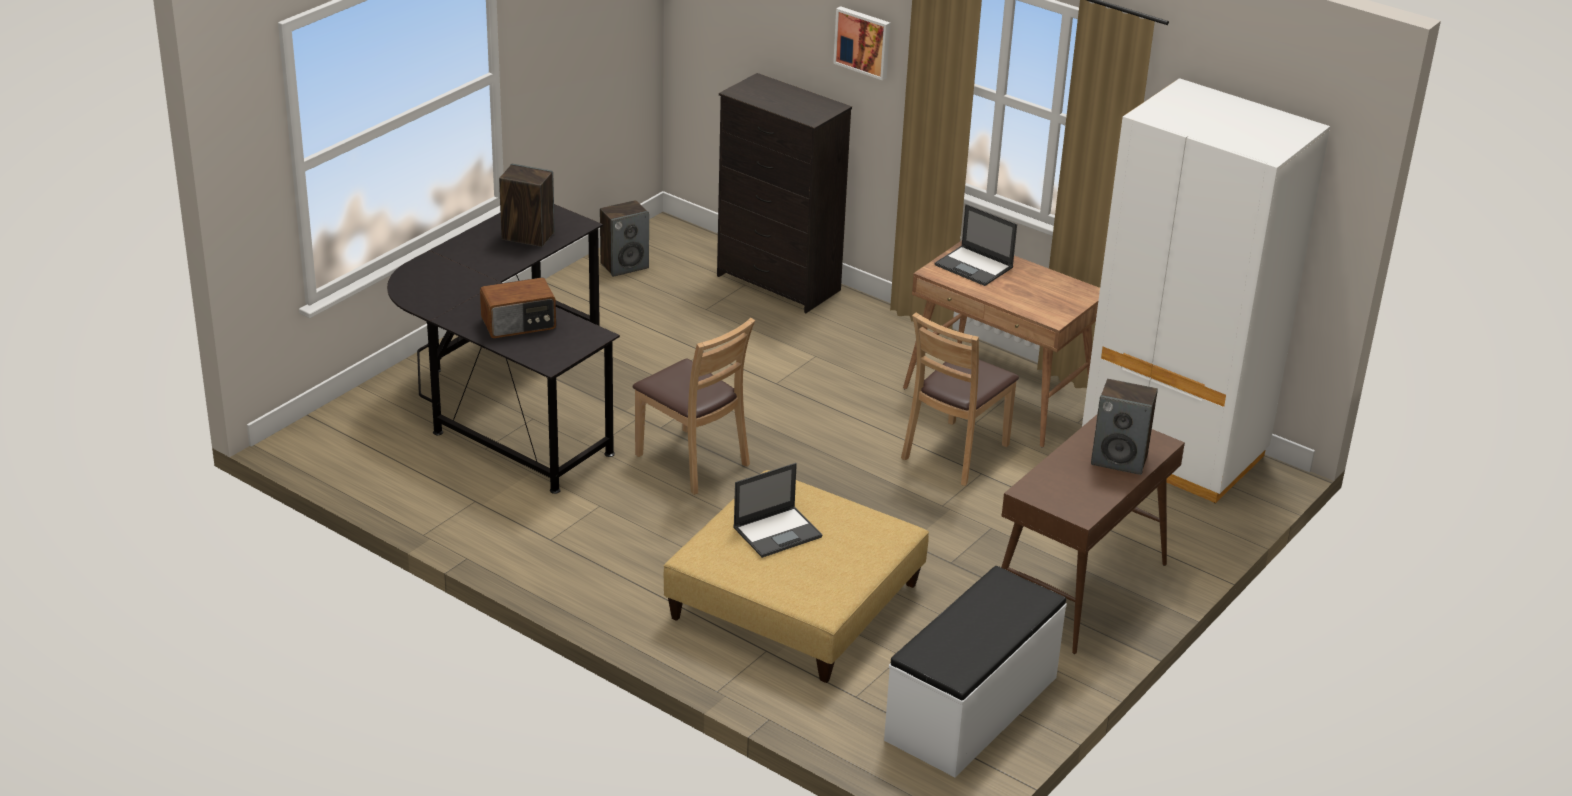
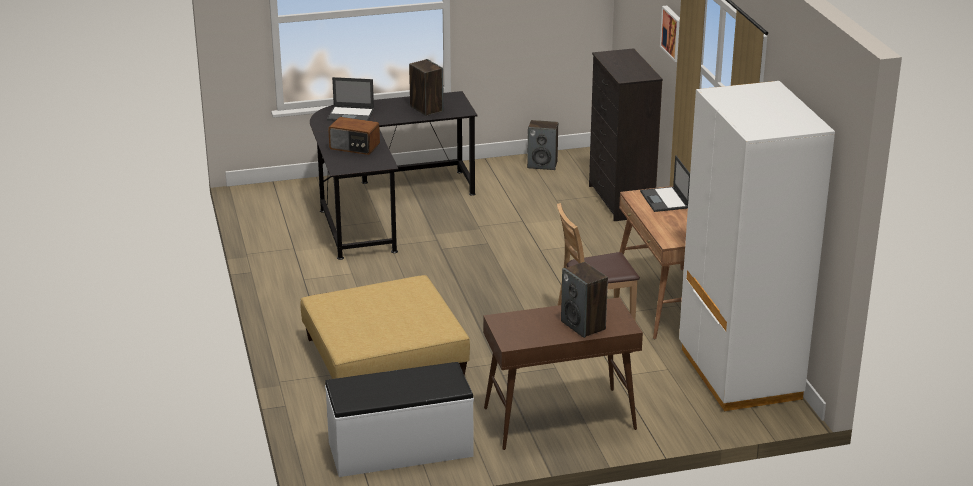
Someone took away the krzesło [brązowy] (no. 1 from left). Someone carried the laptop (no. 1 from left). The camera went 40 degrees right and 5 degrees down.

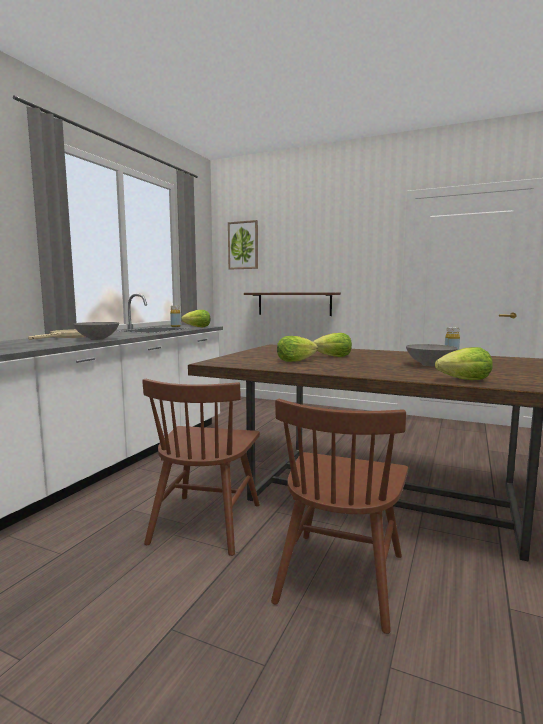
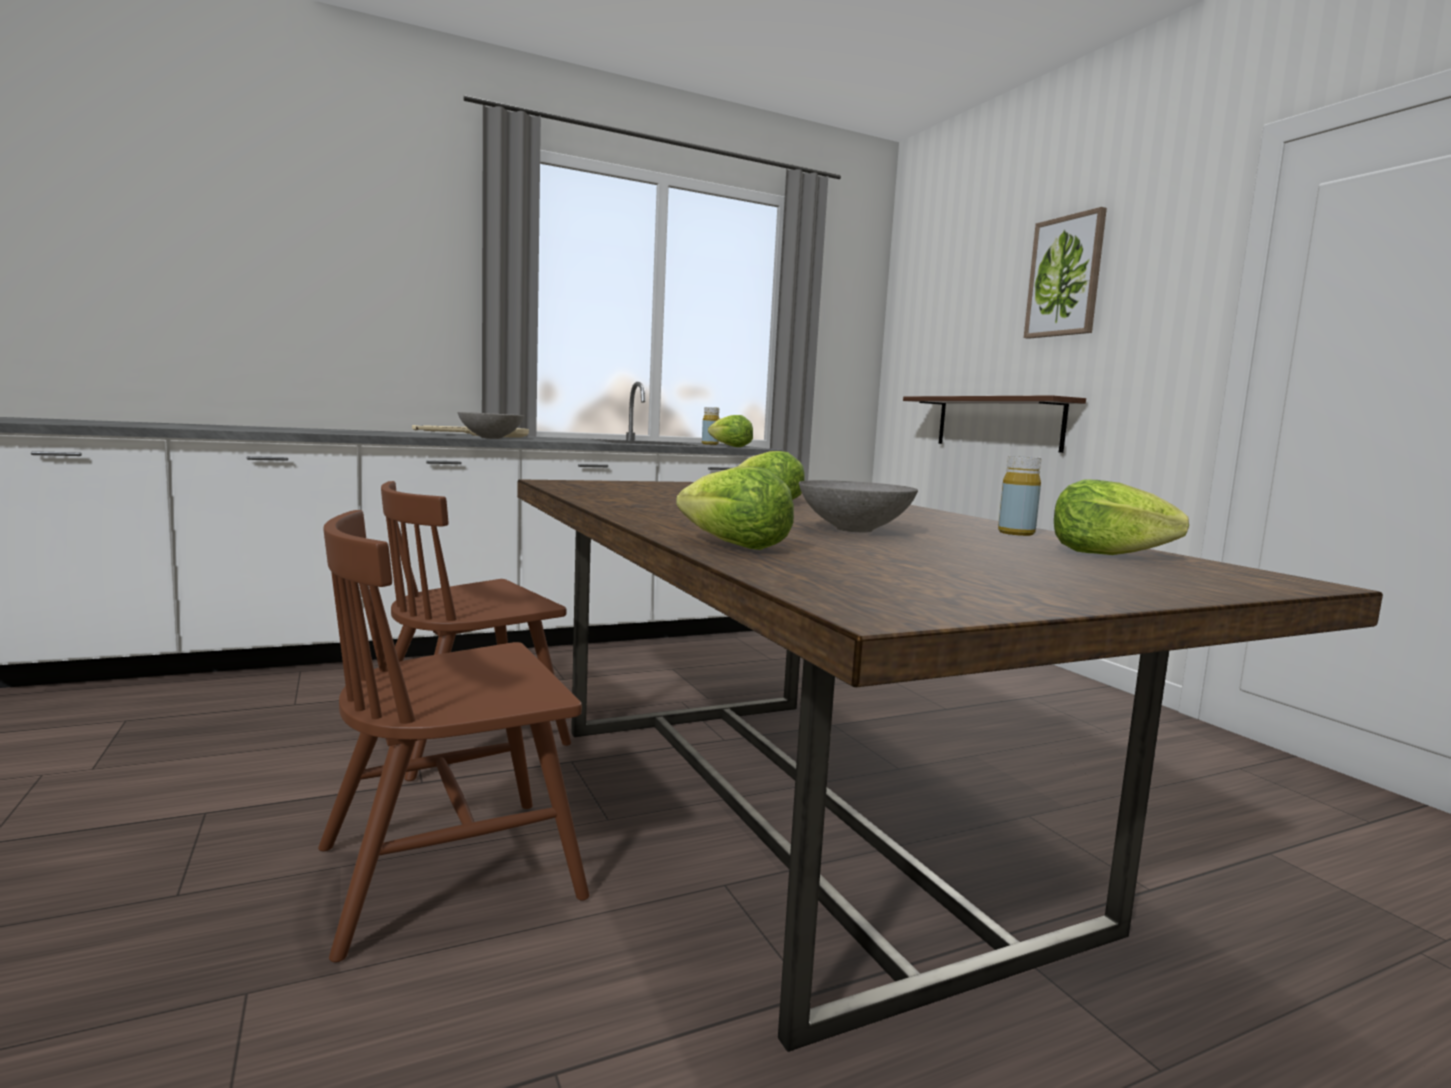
Someone carried the obraz. Someone carried the sałata (no. 2 from left in the first image). The camera went 40 degrees right and 0 degrees up.

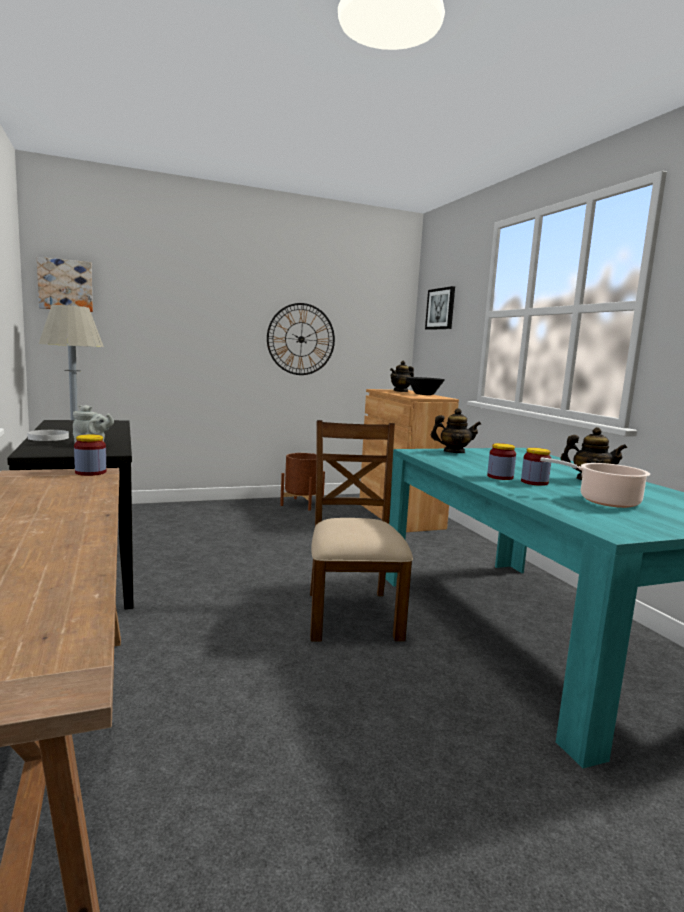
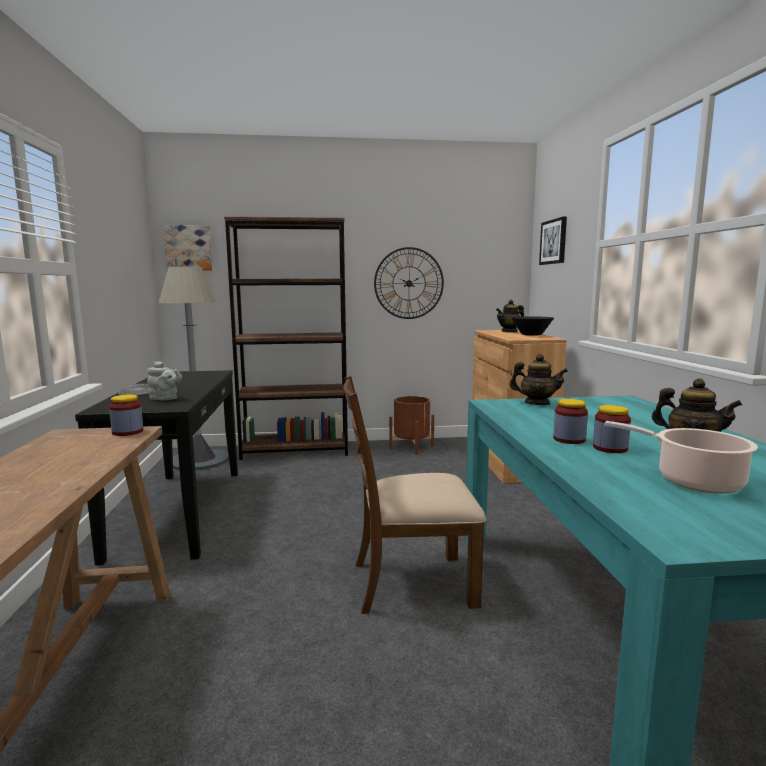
Someone rotated the krzesło [brązowy] by 105 degrees counterclockwise. Someone put down the regał [brązowy]. The camera went 15 degrees right and 0 degrees up.

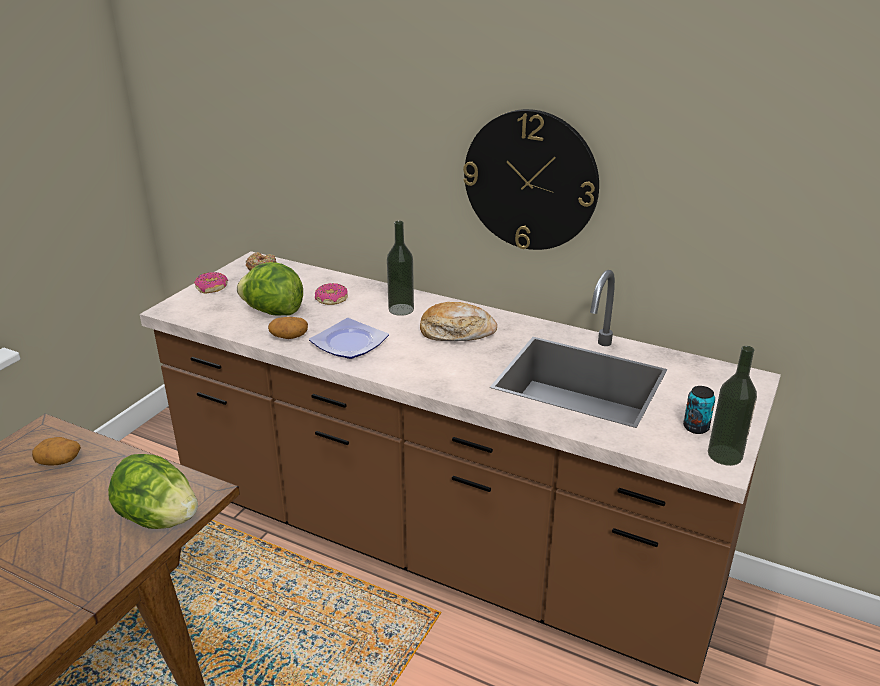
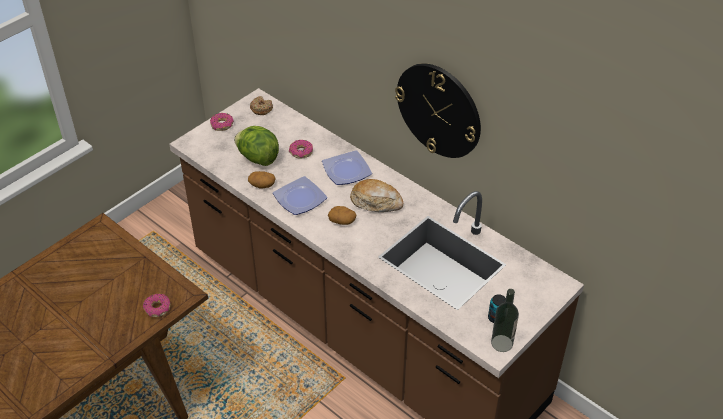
Someone carried the ziemniak (no. 1 from left in the first image). Someone swapped the sałata (no. 1 from left) for the donut (no. 1 from left). Someone swapped the butelka (no. 1 from left) for the talerz (no. 2 from left). The camera went 15 degrees right and 15 degrees up.

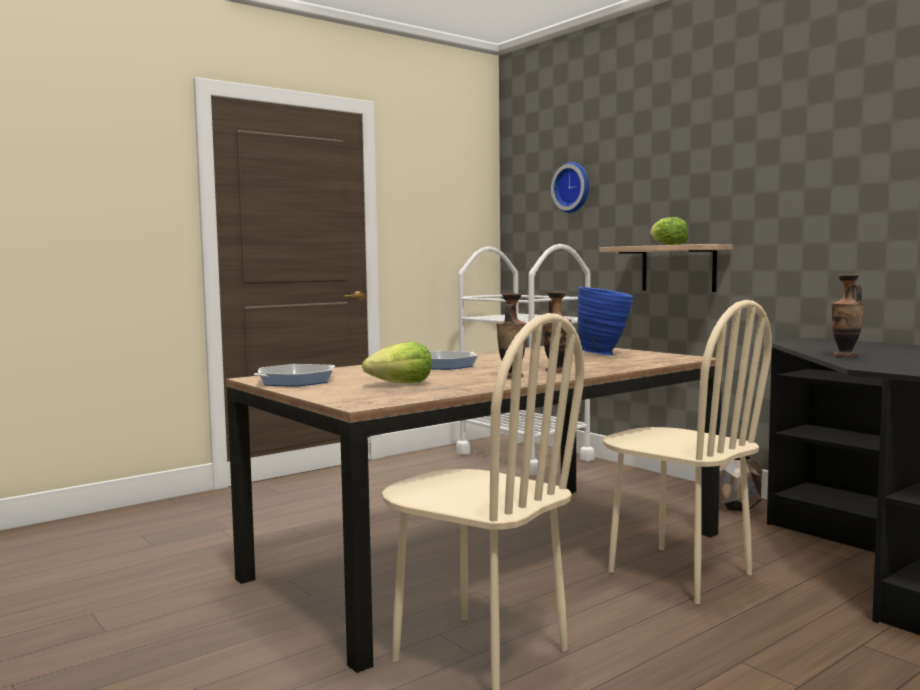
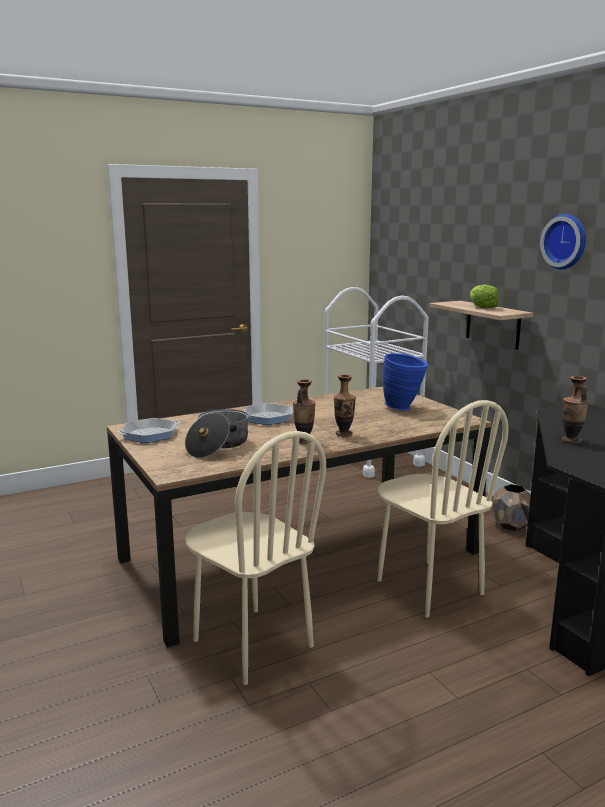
Someone swapped the sałata (no. 1 from left) for the garnek. Someone carried the zegar ścienny. The camera went 10 degrees right and 10 degrees up.

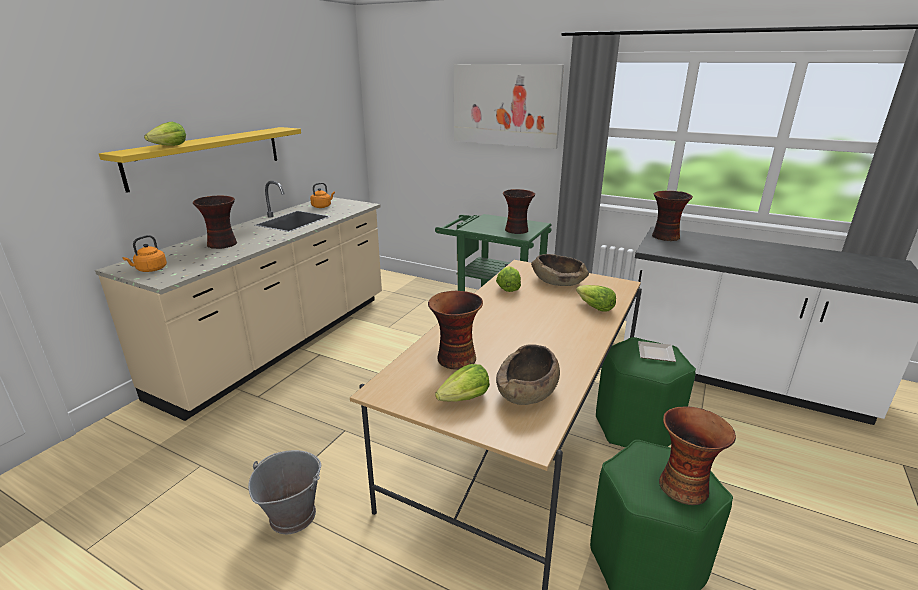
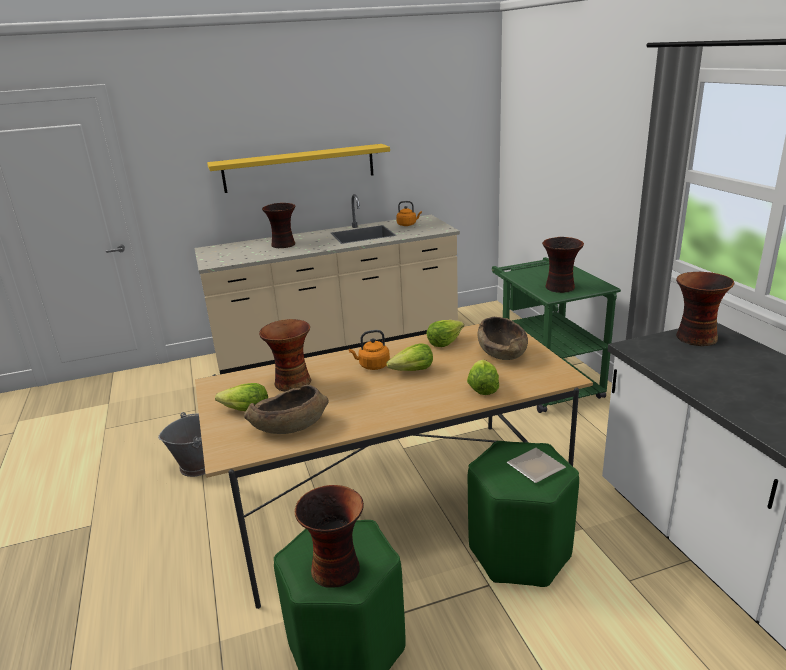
Someone carried the czajnik [pomarańczowy] (no. 1 from left). Someone carried the sałata (no. 1 from left in the first image). Someone took away the obraz. The camera went 45 degrees right and 0 degrees up.

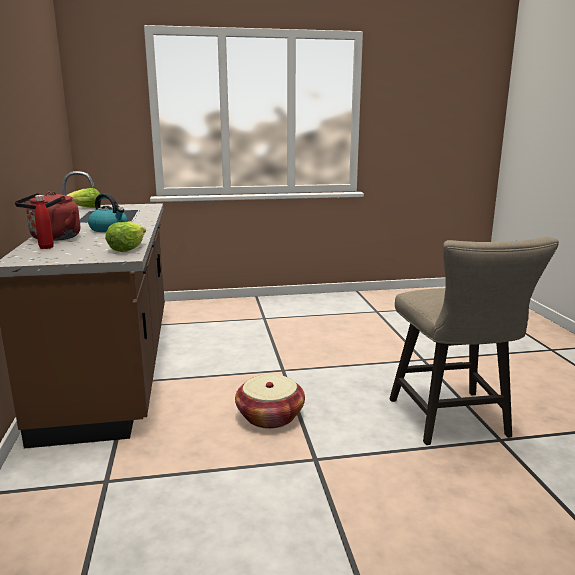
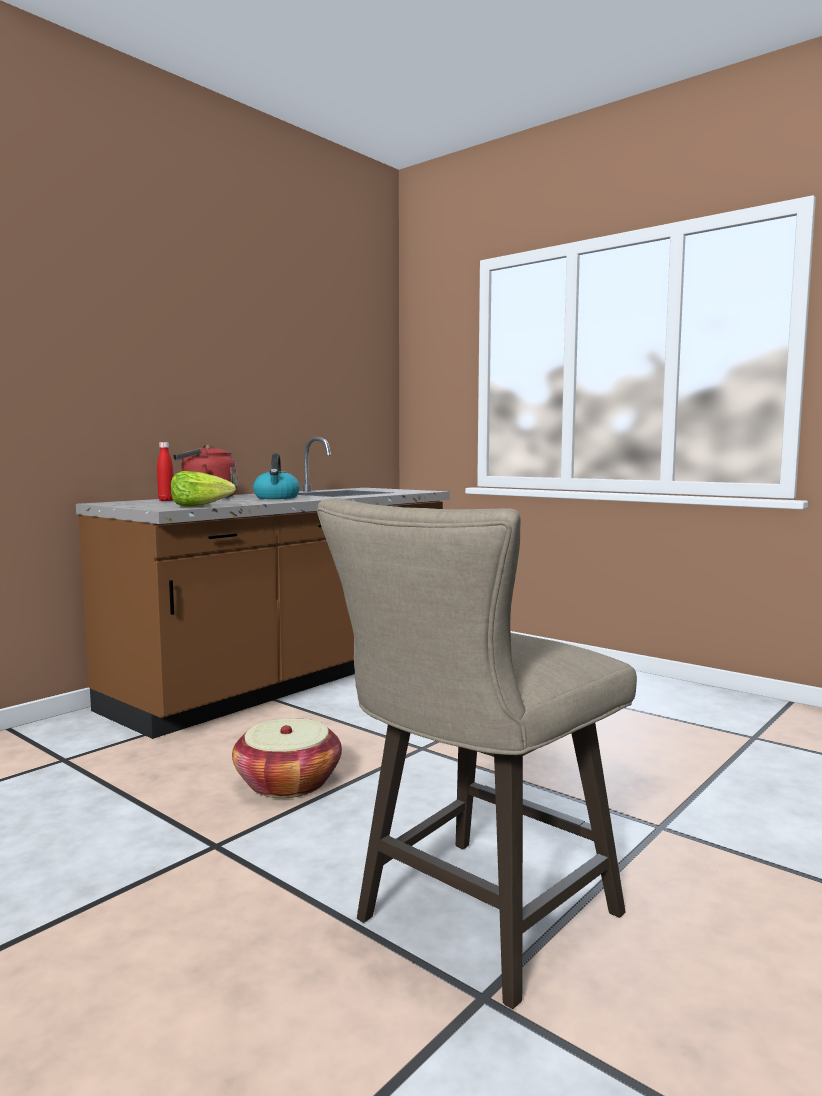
Someone took away the sałata (no. 1 from left). The camera went 50 degrees right and 10 degrees down.

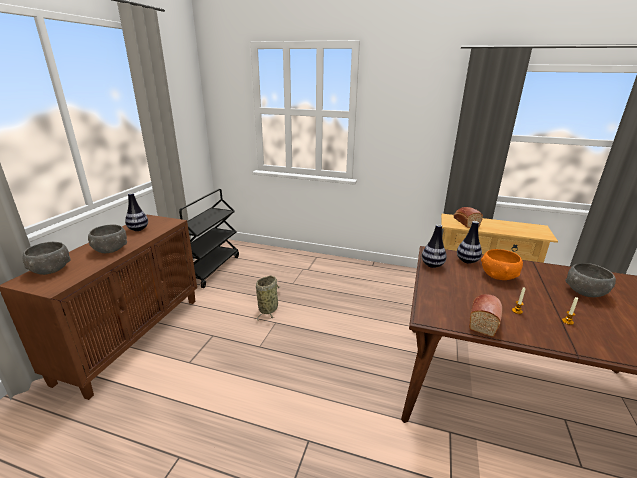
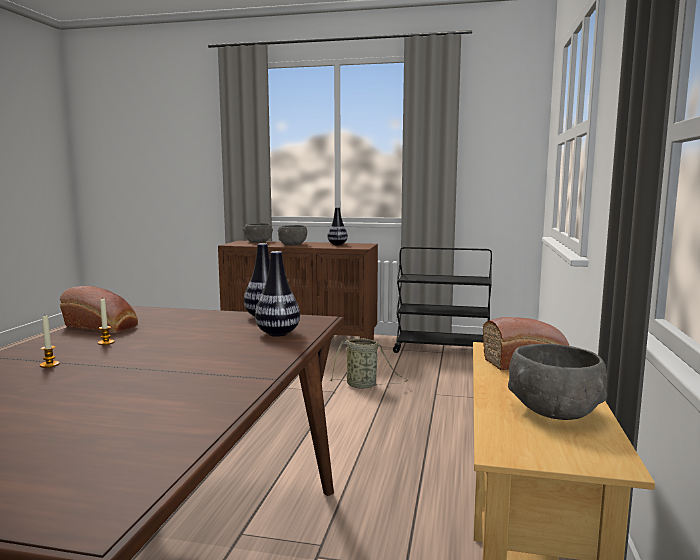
Someone took away the miska [pomarańczowy]. Someone carried the miska [szary] (no. 3 from left). The camera went 85 degrees right and 15 degrees down.

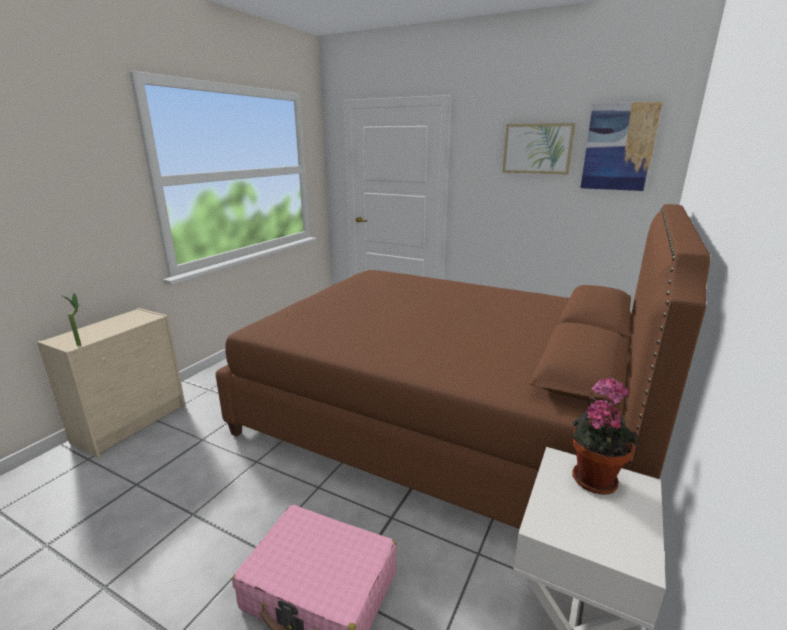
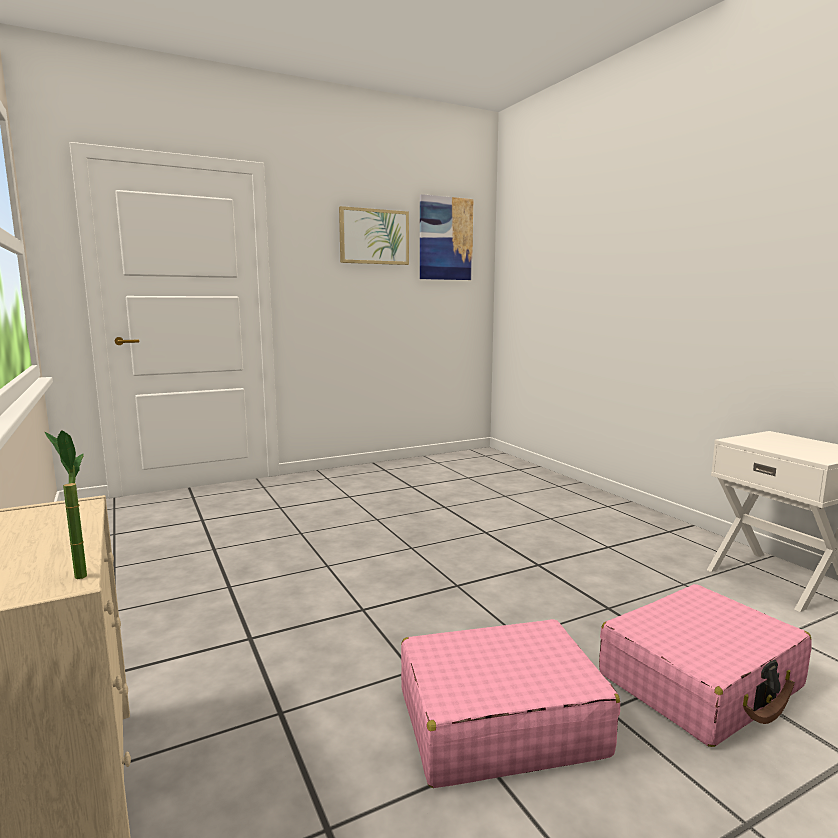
Someone took away the łóżko [brązowy]. Someone took away the roślina doniczkowa (no. 2 from left). Someone put down the walizka [różowy] (no. 1 from left). The camera went 55 degrees left and 10 degrees down.

